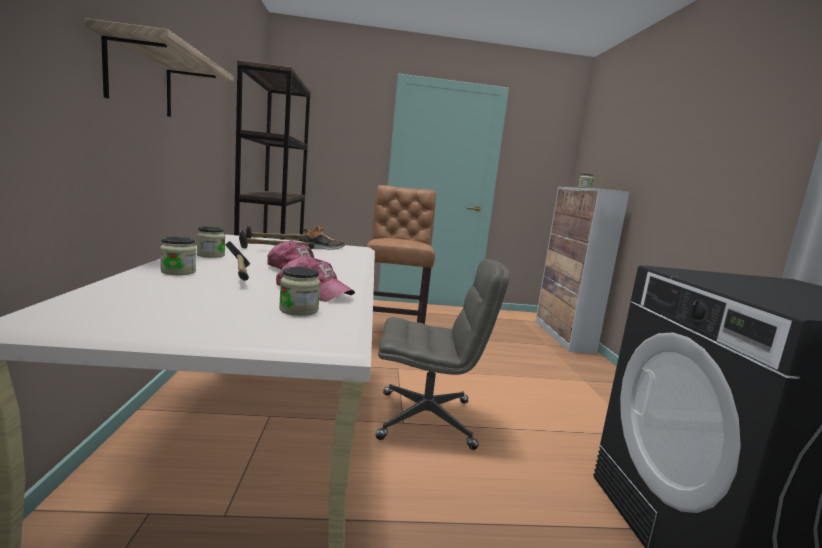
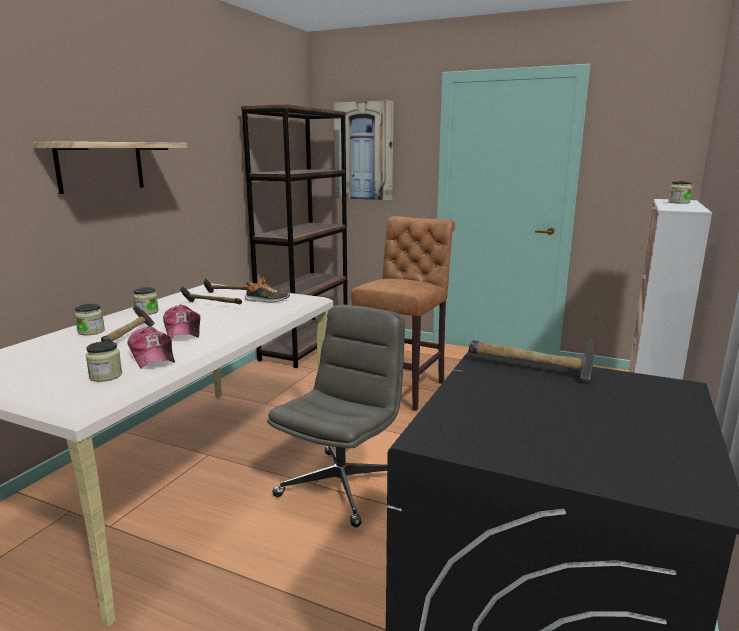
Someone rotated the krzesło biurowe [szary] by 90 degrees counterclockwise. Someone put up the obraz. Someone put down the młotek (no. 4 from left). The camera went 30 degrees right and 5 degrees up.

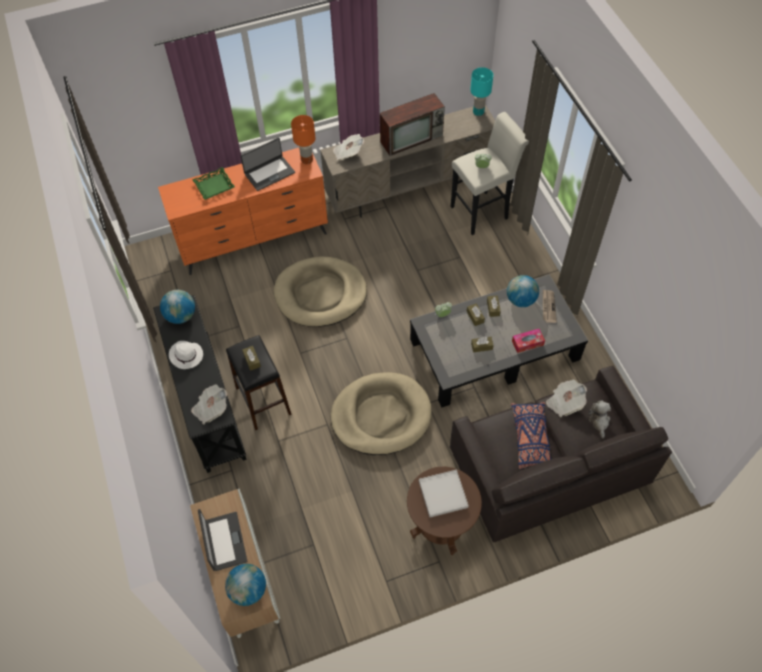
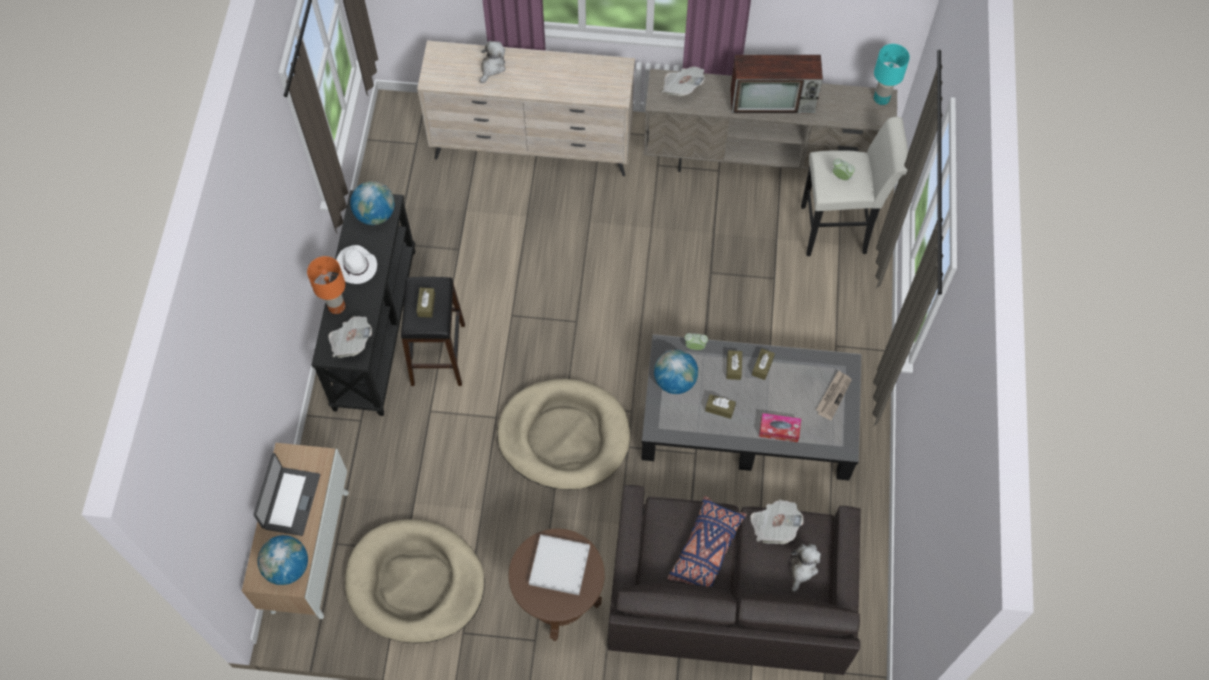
Someone repainted the komoda [pomarańczowy], which became the komoda [beżowy]. Someone swapped the taca [zielony] for the pluszak (no. 1 from left). Someone took away the laptop (no. 2 from left). Someone carried the legowisko [beżowy] (no. 1 from left). Someone carried the lampa stołowa [pomarańczowy]. Someone carried the globus (no. 3 from left). The camera went 25 degrees right and 5 degrees up.

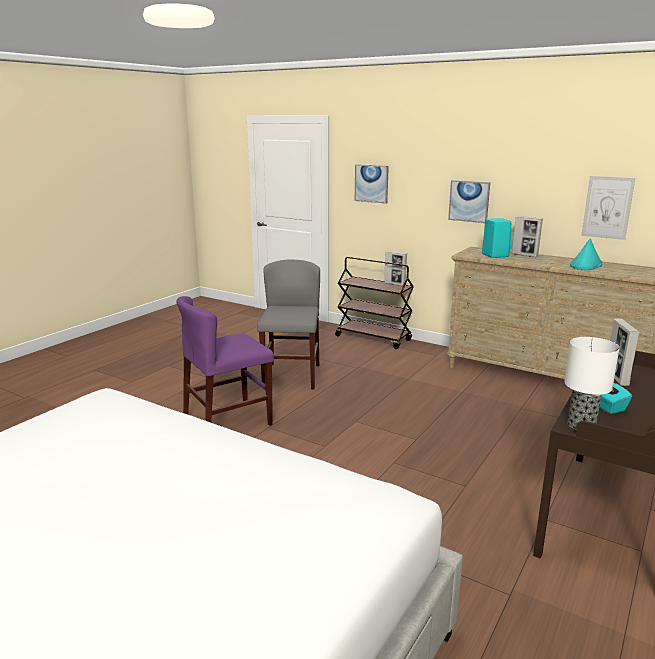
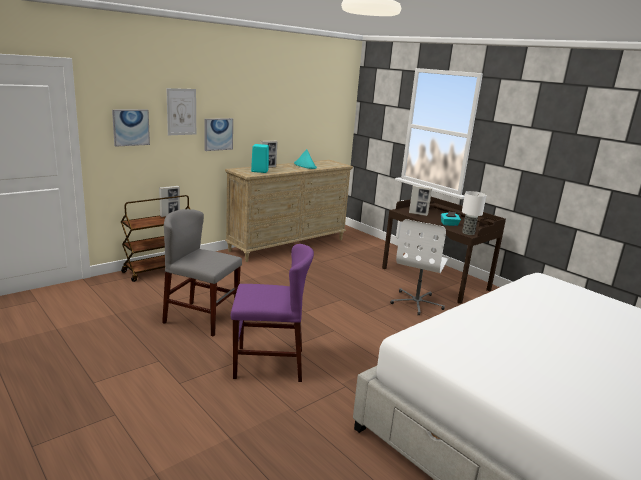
Someone rotated the krzesło [fioletowy] by 75 degrees counterclockwise. Someone carried the obraz (no. 3 from left in the first image). Someone put down the krzesło biurowe [biały]. The camera went 75 degrees left and 0 degrees up.

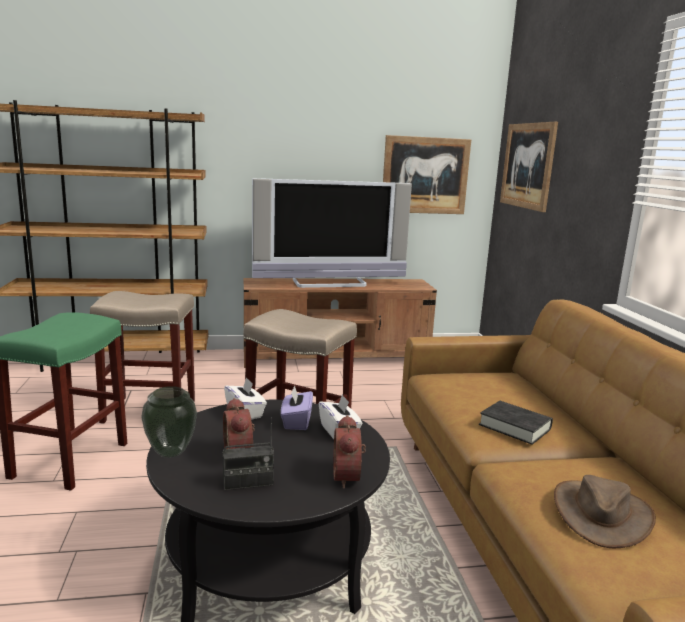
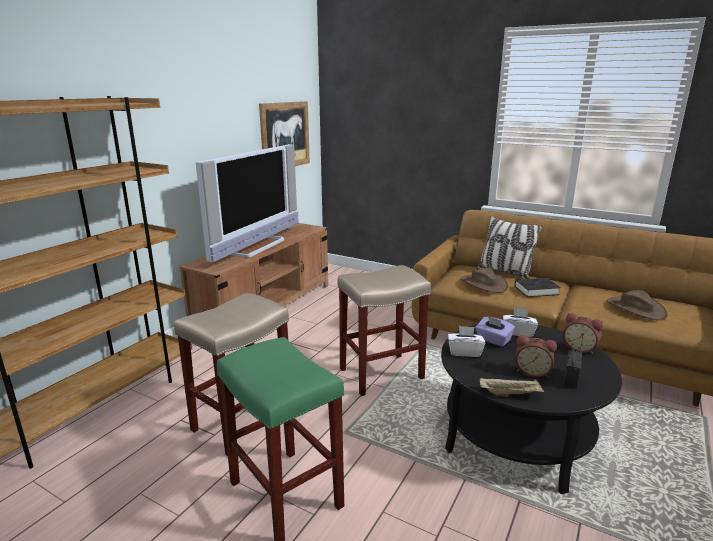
Someone swapped the wazon for the taca [beżowy]. Someone took away the obraz (no. 2 from left). Someone put down the kapelusz [brązowy] (no. 1 from left). Someone put down the poduszka. The camera went 50 degrees left and 5 degrees up.

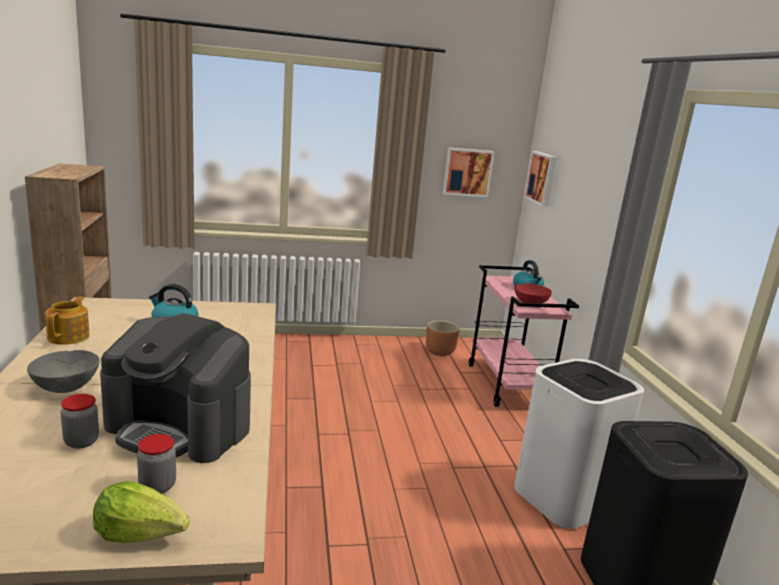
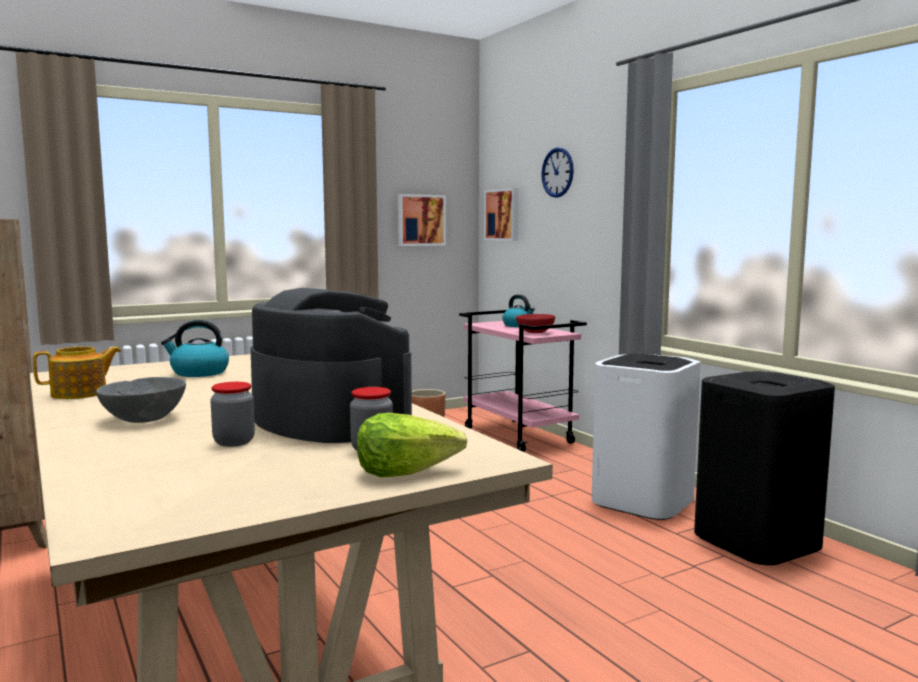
Someone rotated the imbryk by 75 degrees clockwise. Someone rotated the ekspres do kawy by 135 degrees counterclockwise. Someone put up the zegar ścienny. The camera went 20 degrees left and 10 degrees down.

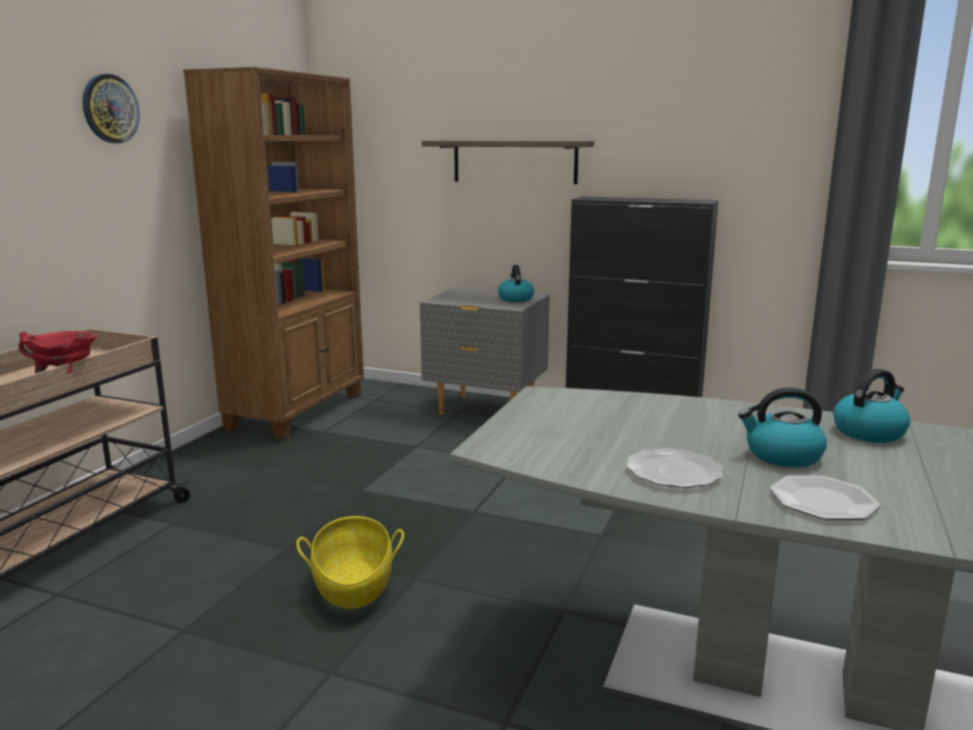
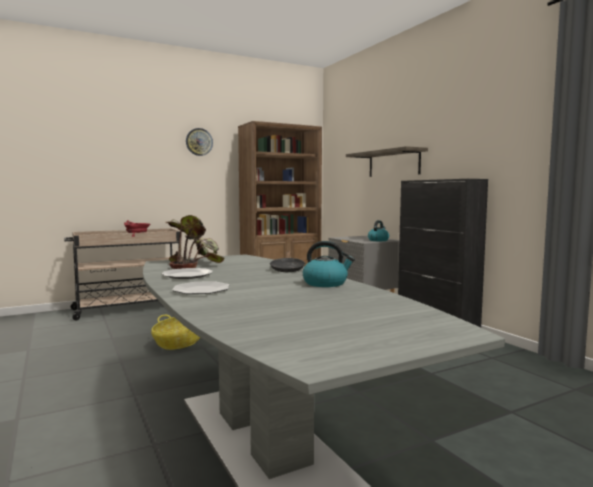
Someone took away the czajnik (no. 2 from left). Someone put down the roślina doniczkowa. Someone put down the patelnia [czarny]. The camera went 40 degrees right and 10 degrees down.

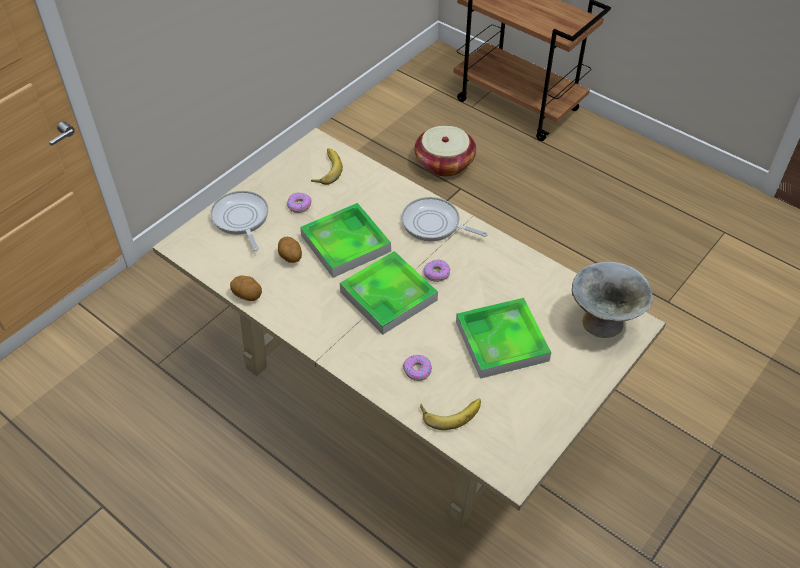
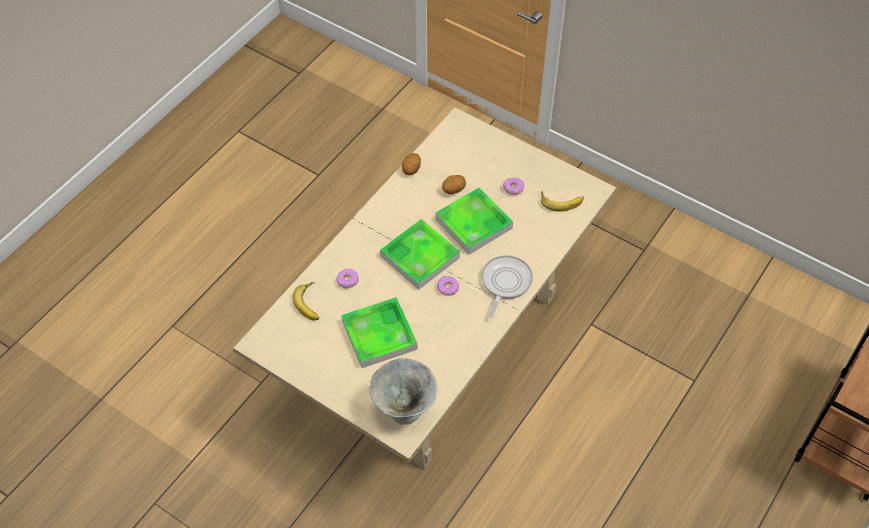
Someone took away the patelnia (no. 1 from left). Someone took away the koszyk. The camera went 85 degrees right and 5 degrees up.

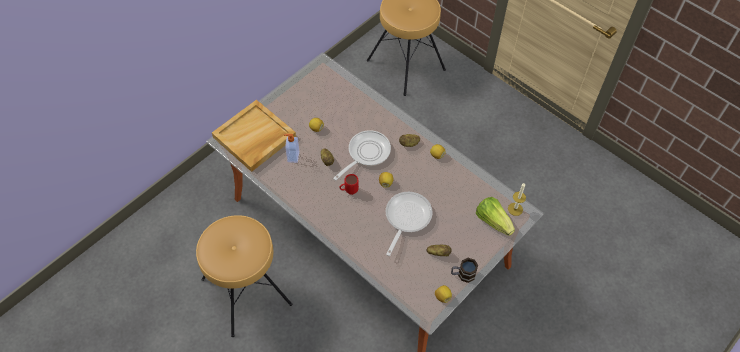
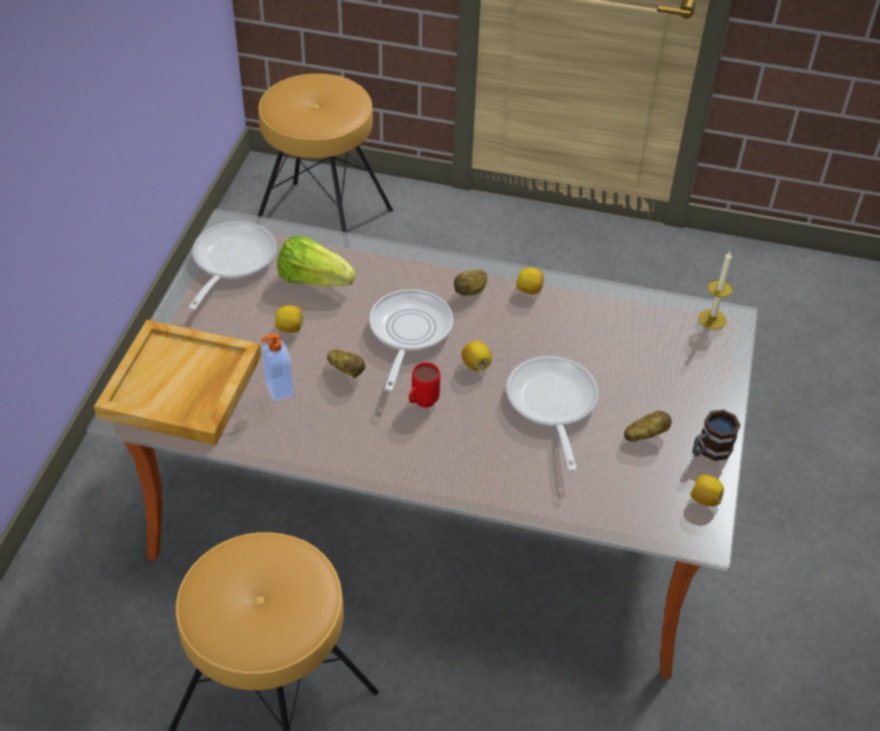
Someone carried the sałata. Someone put down the patelnia (no. 1 from left). The camera went 30 degrees left and 10 degrees down.

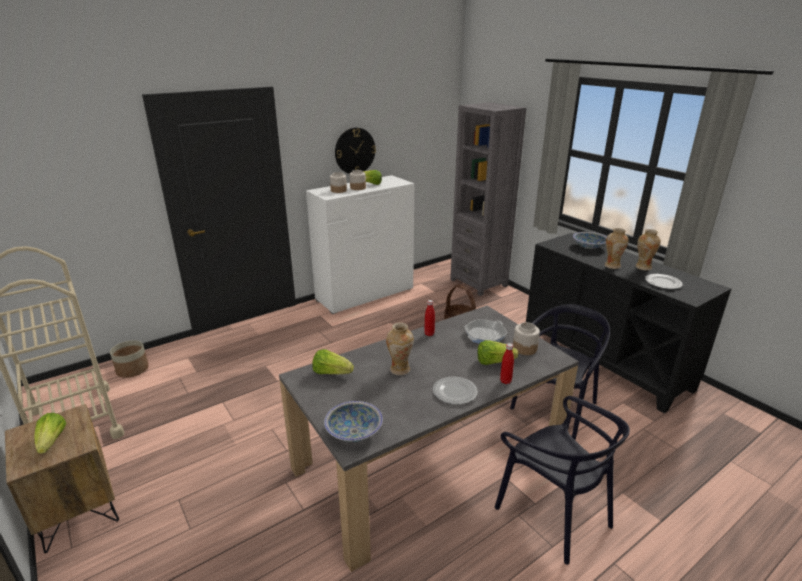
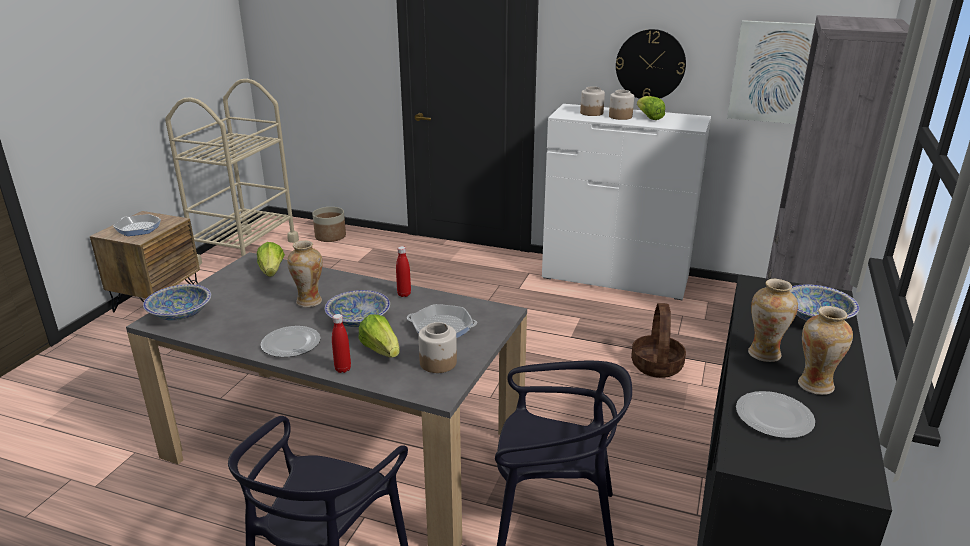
Someone swapped the sałata (no. 1 from left) for the patelnia (no. 1 from left). Someone put down the miska (no. 2 from left). Someone put up the obraz. The camera went 55 degrees right and 0 degrees up.

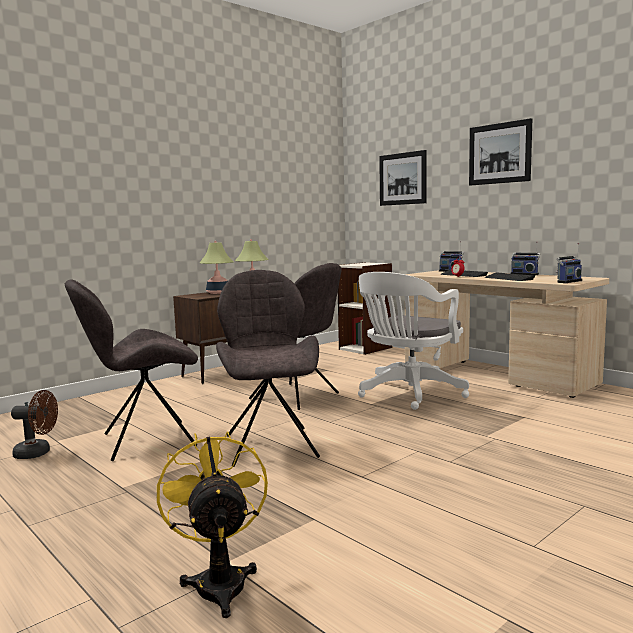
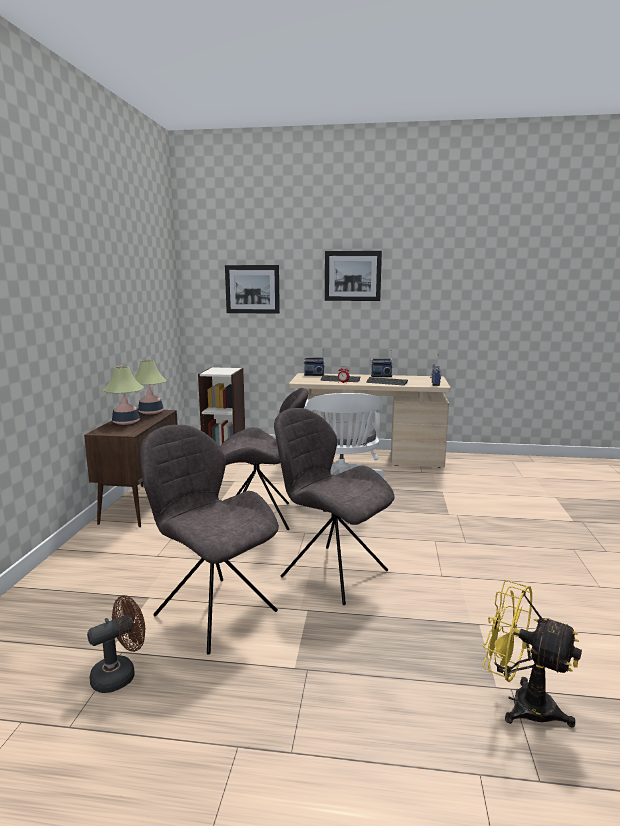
Someone rotated the krzesło [szary] (no. 1 from left) by 105 degrees clockwise. The camera went 40 degrees left and 5 degrees up.

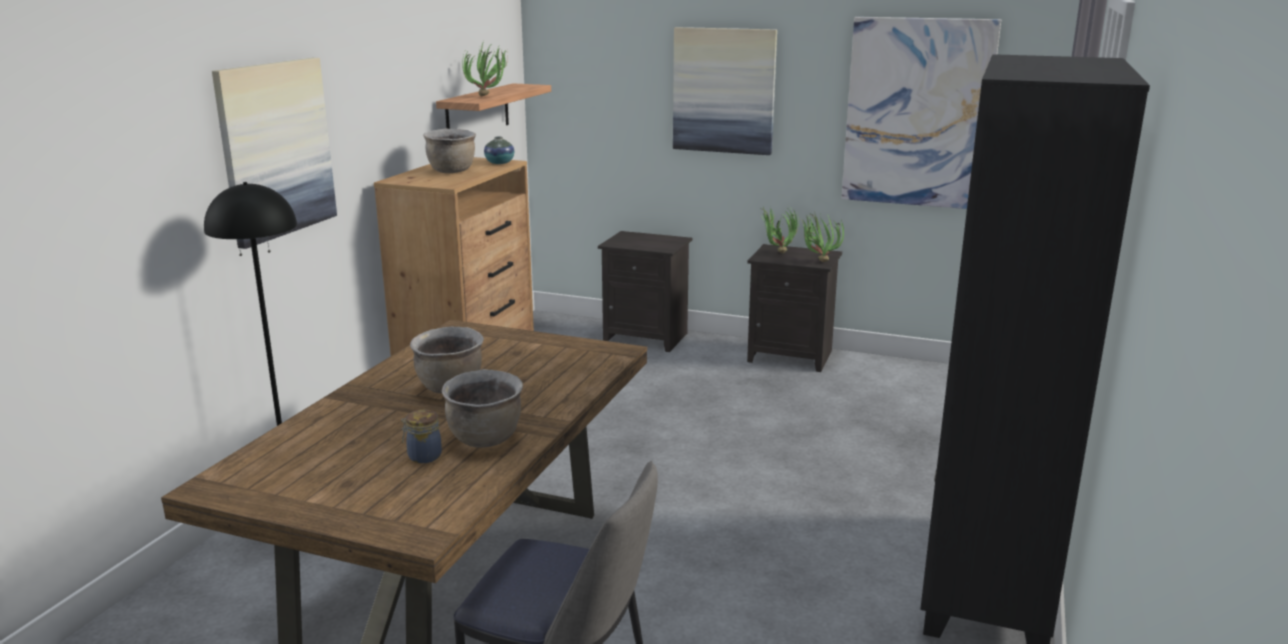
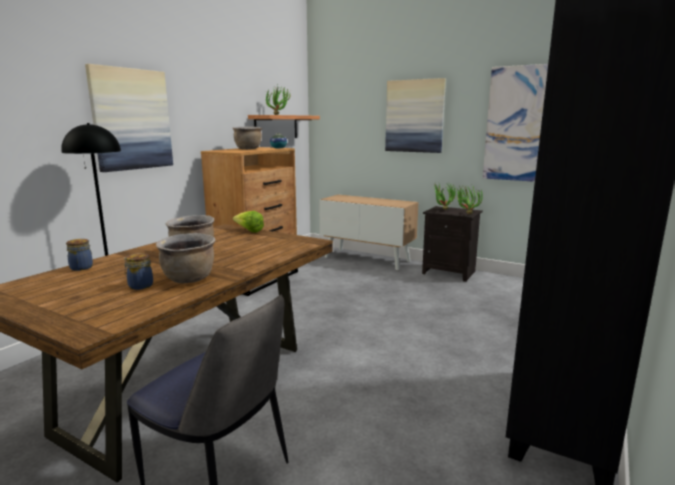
Someone swapped the szafka nocna [czarny] (no. 1 from left) for the szafka. Someone put down the słoik (no. 1 from left). Someone put down the sałata. The camera went 10 degrees right and 5 degrees down.

